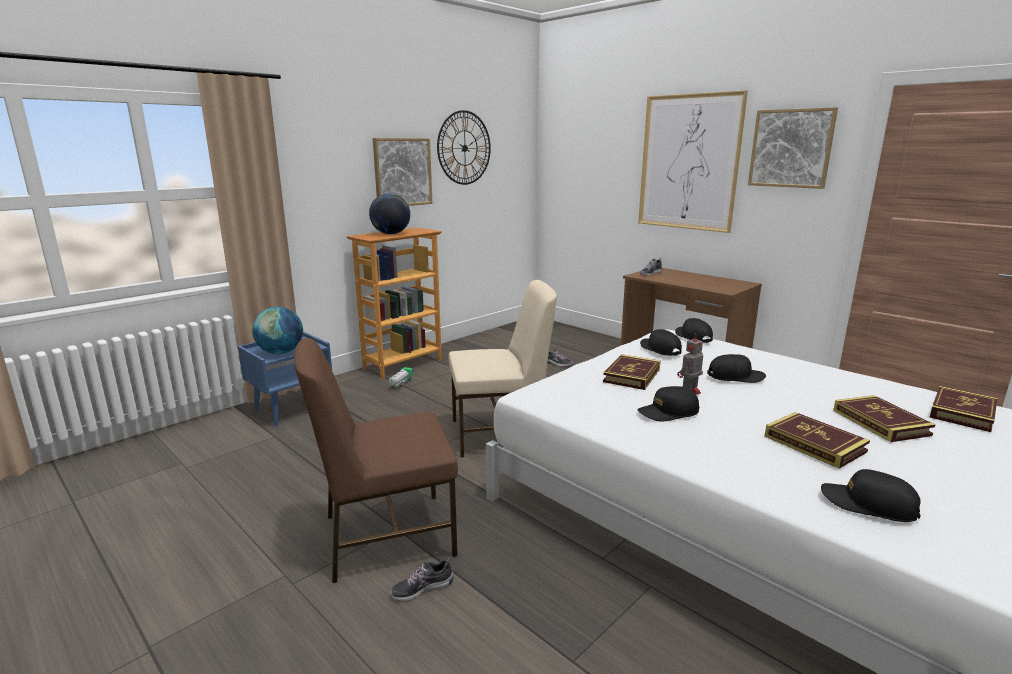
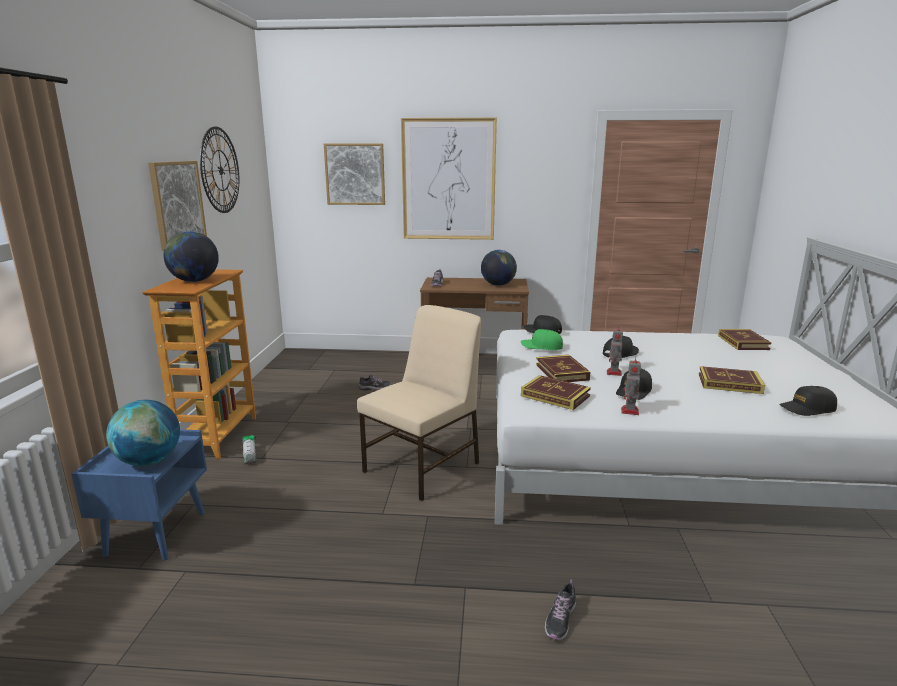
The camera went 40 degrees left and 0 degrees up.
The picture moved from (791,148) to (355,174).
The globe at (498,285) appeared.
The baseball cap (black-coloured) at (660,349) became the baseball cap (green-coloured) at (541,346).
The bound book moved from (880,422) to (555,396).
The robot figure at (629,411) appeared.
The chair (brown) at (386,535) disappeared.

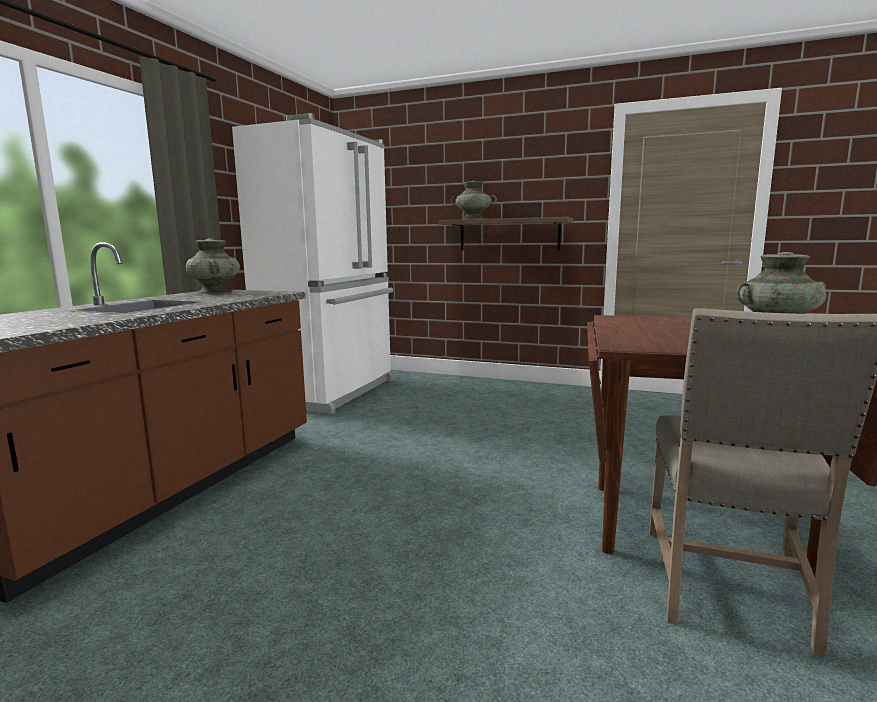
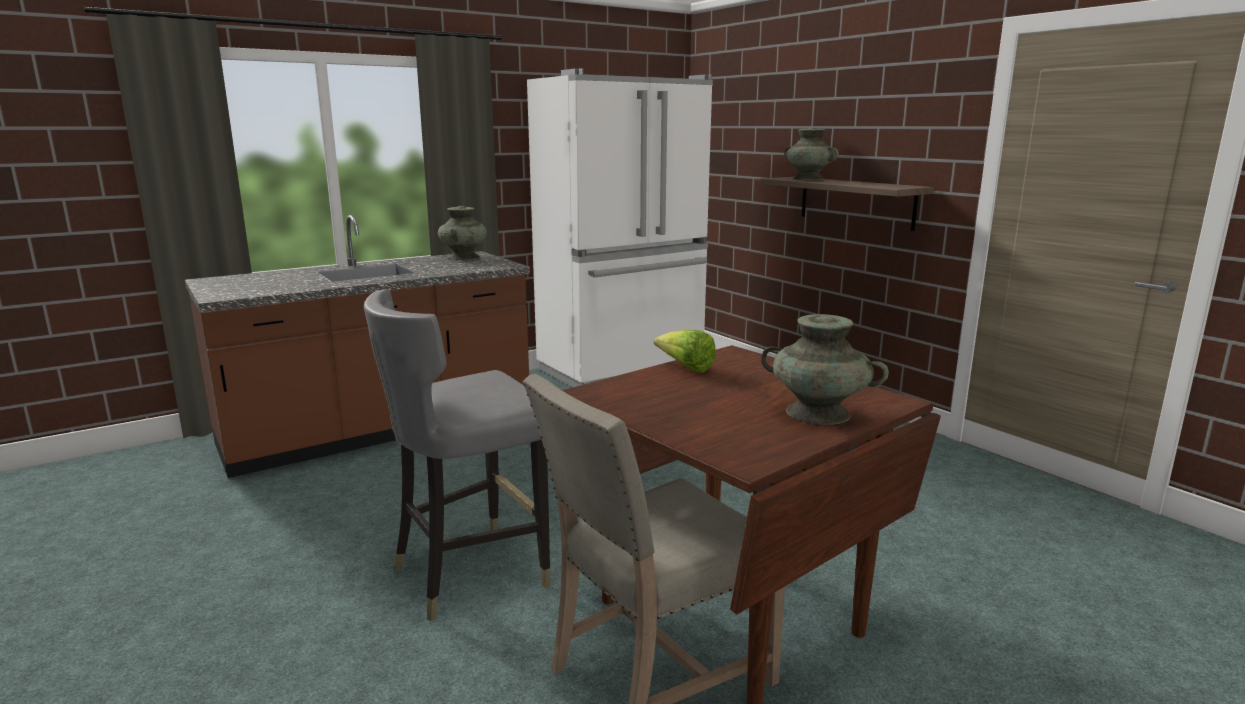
The camera went 35 degrees right and 5 degrees up.
The chair (greyish) at (472,573) appeared.
The lettuce at (686,368) appeared.

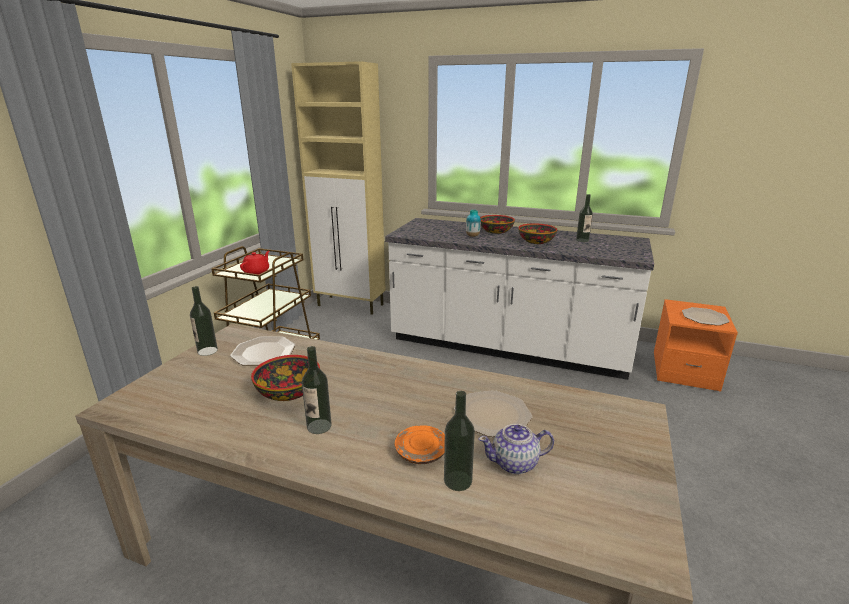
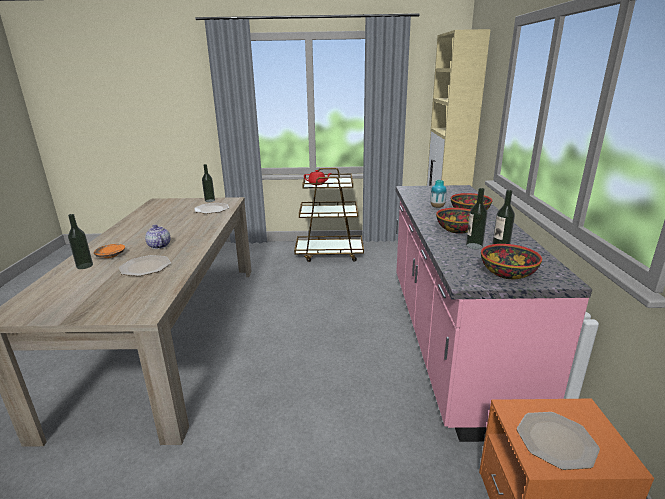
The camera went 70 degrees right and 0 degrees up.
The tea pot moved from (515,463) to (159,246).
The counter (white) at (507,347) became the counter (pink-coloured) at (450,340).
The beverage bottle moved from (319,426) to (474,246).
The serving bowl moved from (288,391) to (507,273).

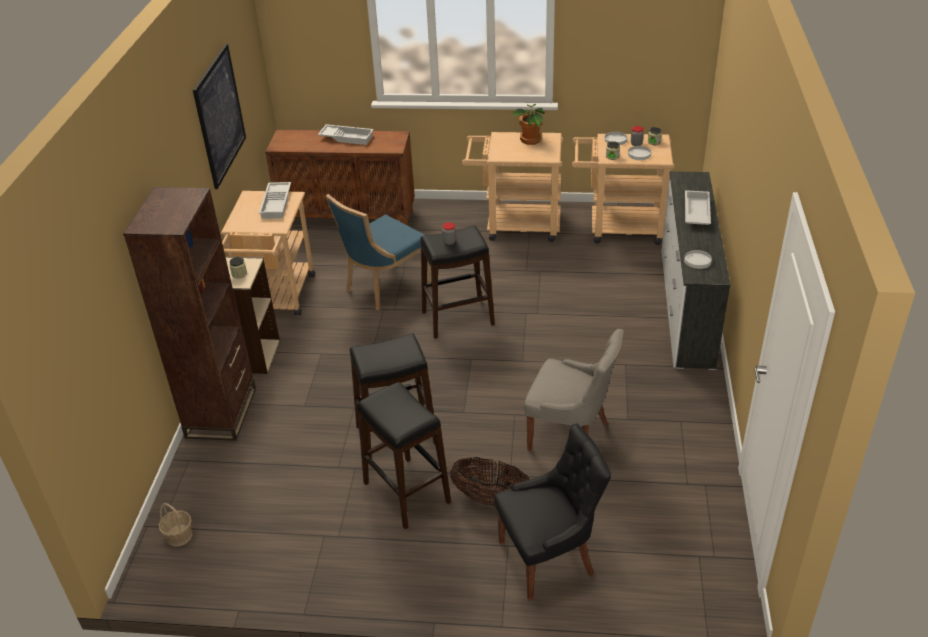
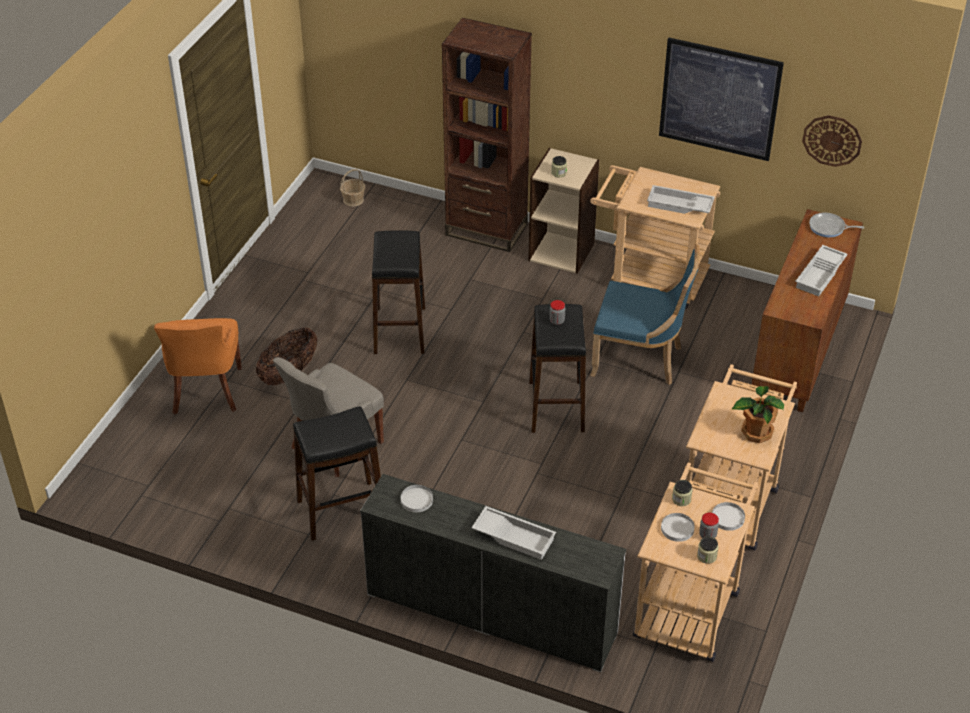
The camera went 105 degrees right and 5 degrees up.
The chair (black-coloured) at (549,558) became the chair (orangey) at (205,392).
The sitting stool (black-coloured) moved from (406,492) to (341,510).
The chair (blue) at (383,287) turned 135 degrees clockwise.
The clock on the wall at (832,140) appeared.
The pan at (829,228) appeared.

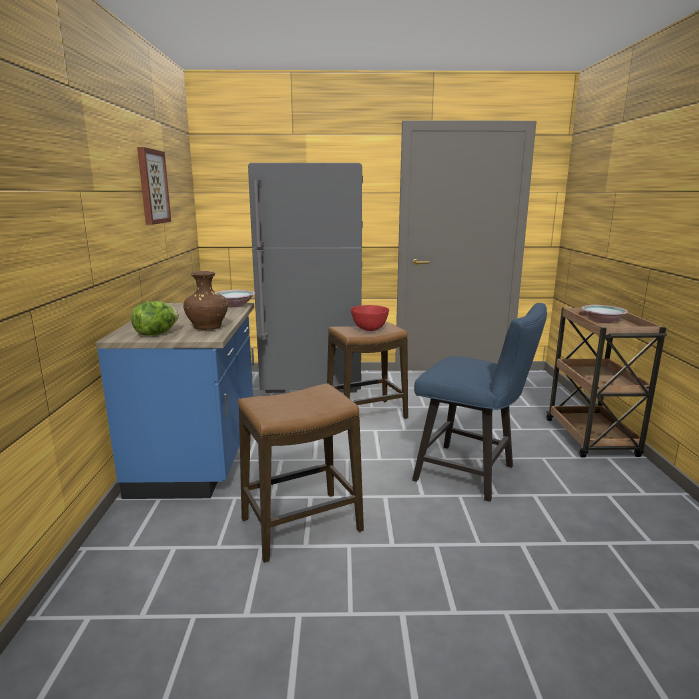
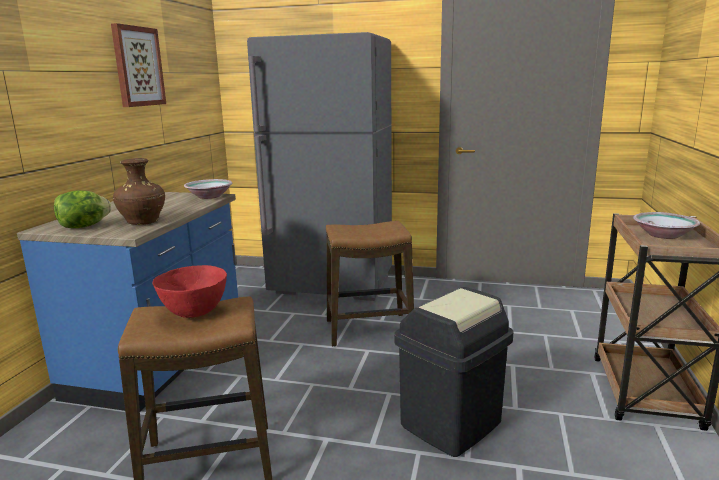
The camera went 15 degrees right and 0 degrees up.
The serving bowl (red-coloured) moved from (370,329) to (195,313).
The chair (blue) at (472,474) was replaced by the waste bin (black-coloured) at (451,424).

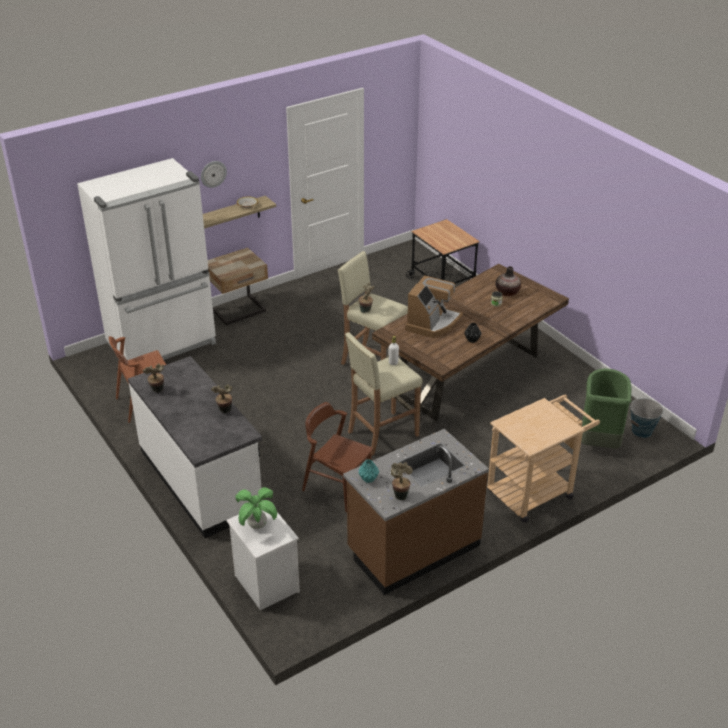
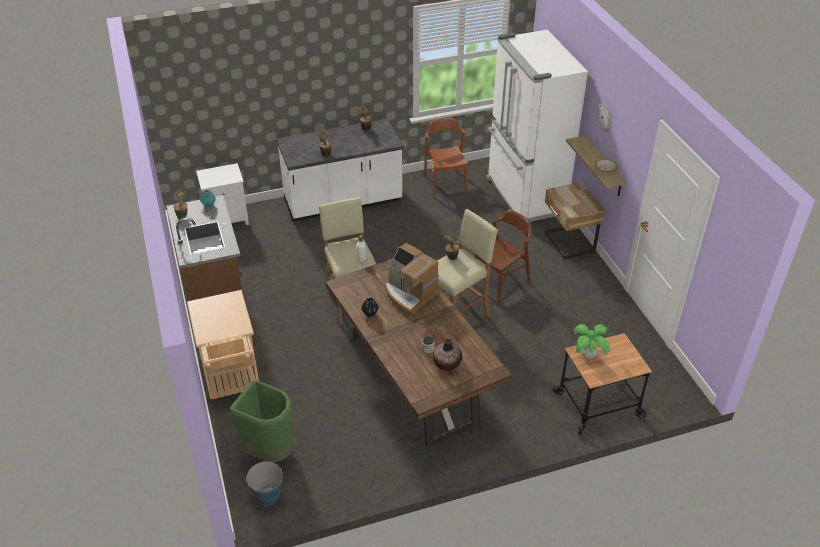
The camera went 105 degrees right and 5 degrees up.
The chair (brown) moved from (337,487) to (500,281).
The plant in a pot moved from (257,525) to (588,355).

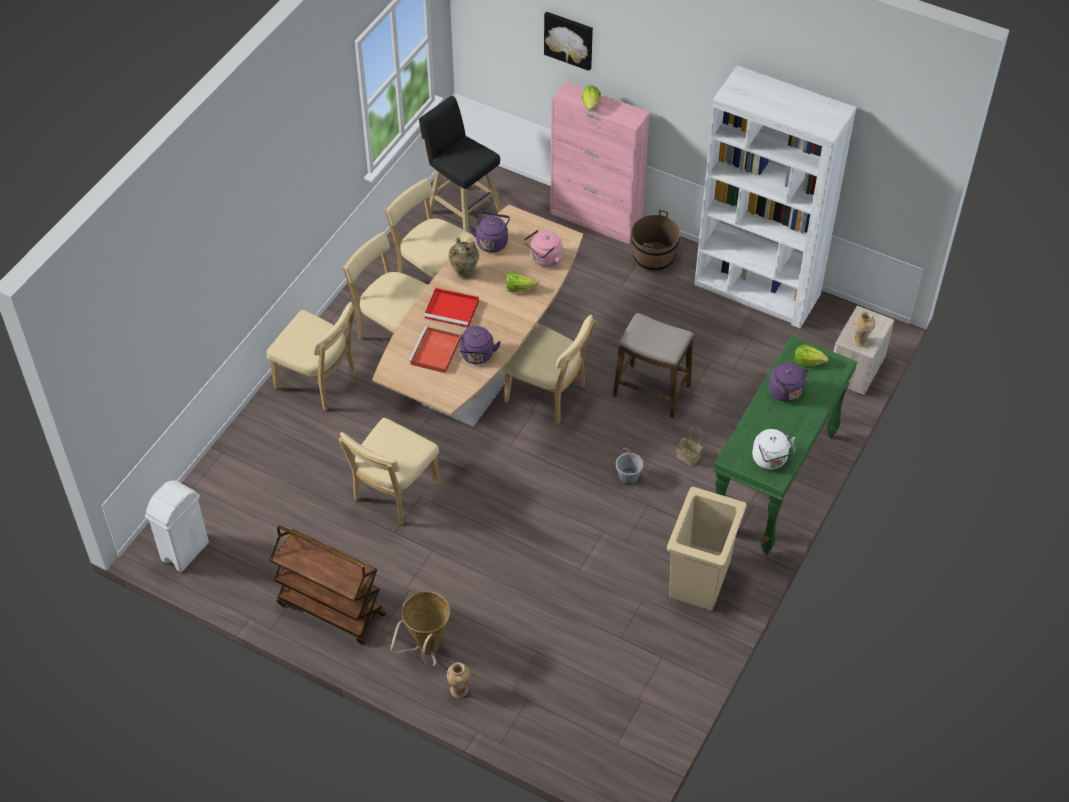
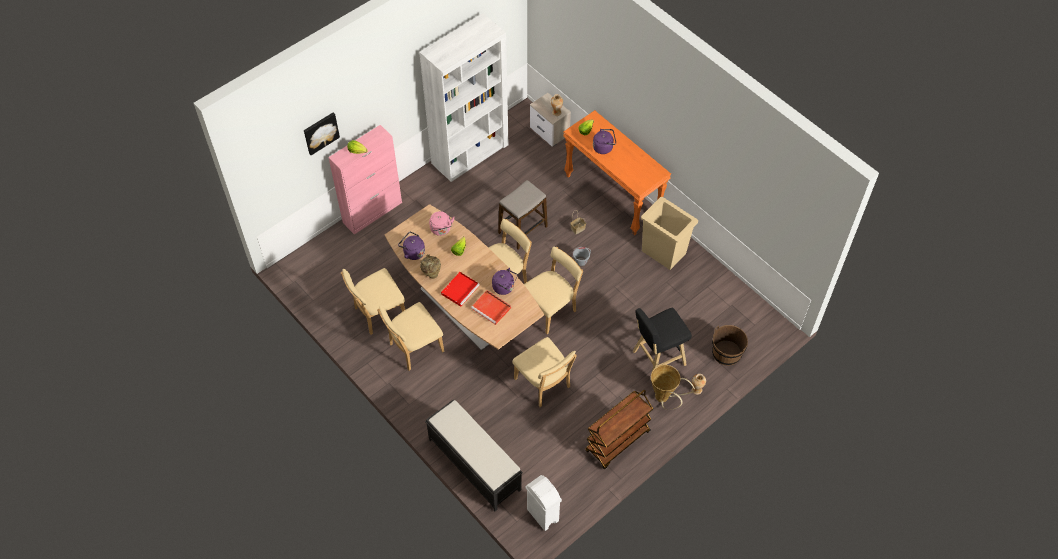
The camera went 70 degrees left and 5 degrees up.
The bench (black-coloured) at (474,464) appeared.
The chair (beige) moved from (319,382) to (551,309).
The narrow table (green-coloured) at (775,484) became the narrow table (orangey) at (613,196).
The sitting stool (black-coloured) moved from (462,210) to (656,359).
The pail (brown) moved from (653,258) to (726,353).
The water kettle (white) at (771,460) disappeared.

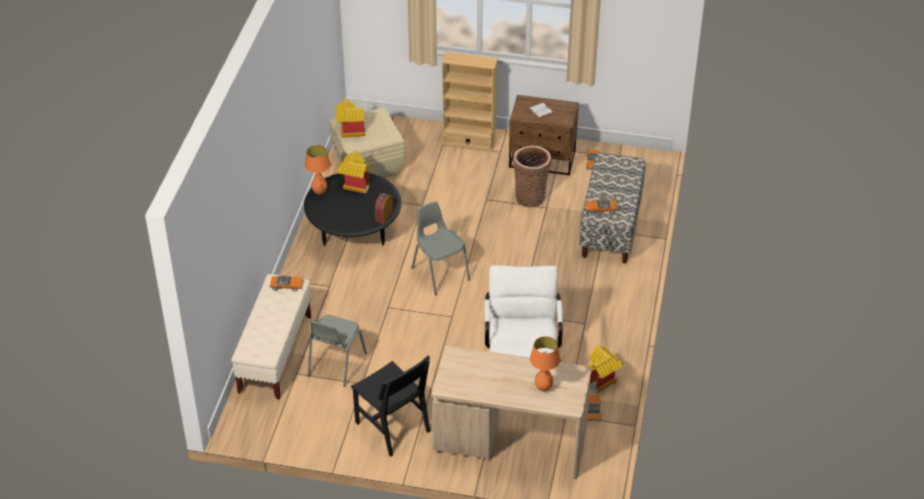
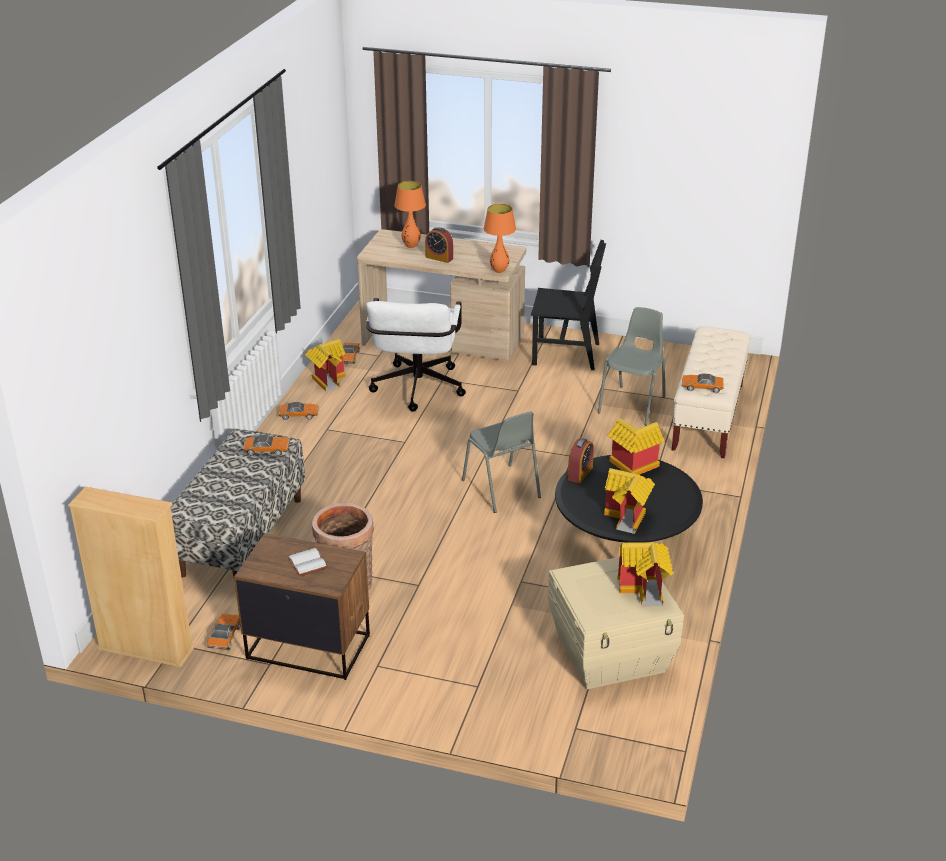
The camera went 175 degrees left and 10 degrees down.
The bookcase (beige) moved from (469,142) to (146,649).
The toy car at (299,415) appeared.
The table clock at (439,258) appeared.
The table lamp (orangey) moved from (320,192) to (499,271).
The chair (black-coloured) at (392,427) turned 135 degrees clockwise.
The toy house at (632,466) appeared.

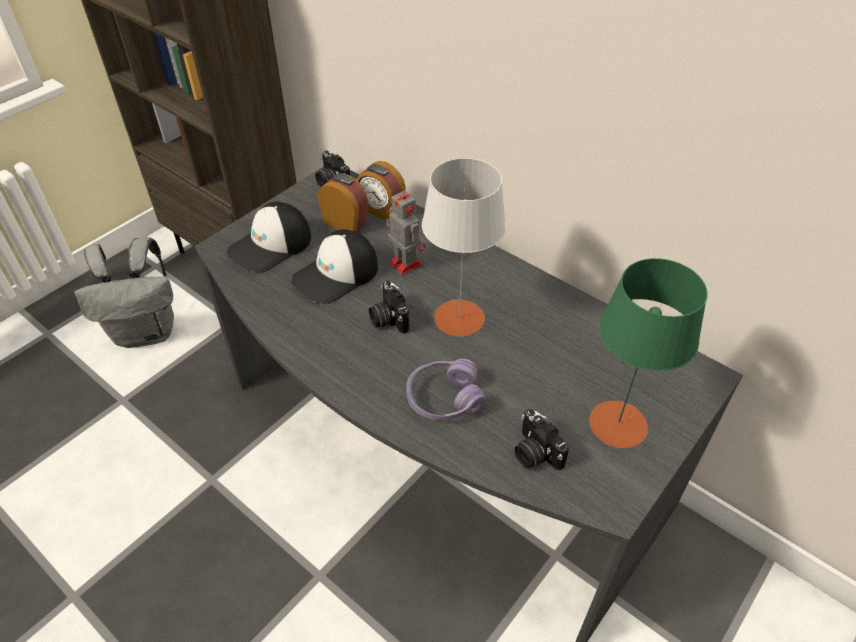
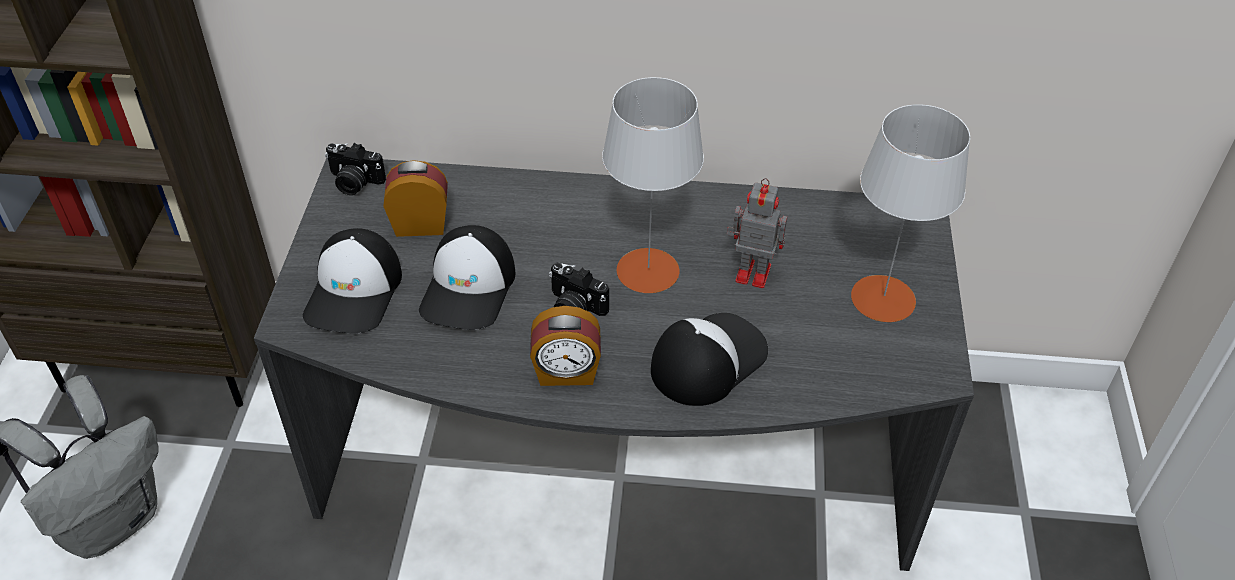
The camera went 35 degrees left and 0 degrees up.
The table clock moved from (381,210) to (566,373).
The pair of headphones (purple) at (444,398) was replaced by the baseball cap at (707,359).
The robot figure moved from (404,263) to (751,272).
The table lamp (green-coloured) at (618,424) became the table lamp (greyish) at (883,299).
The still camera at (534,453) disappeared.

